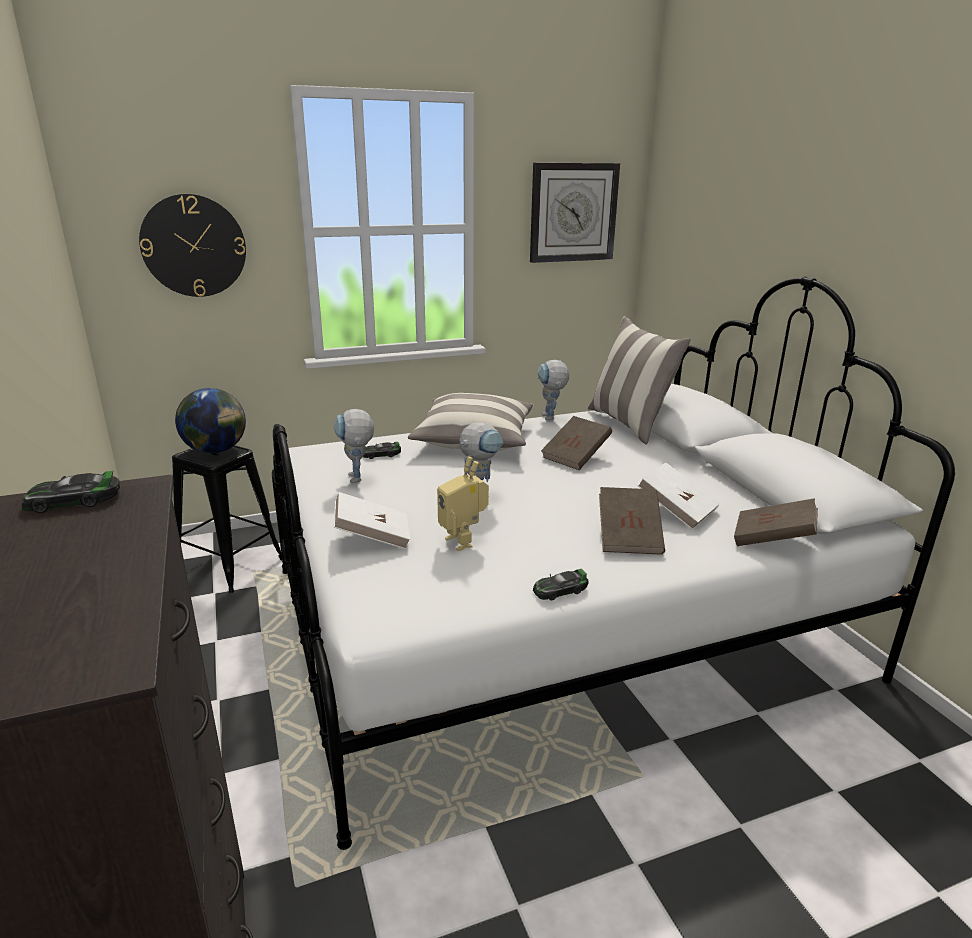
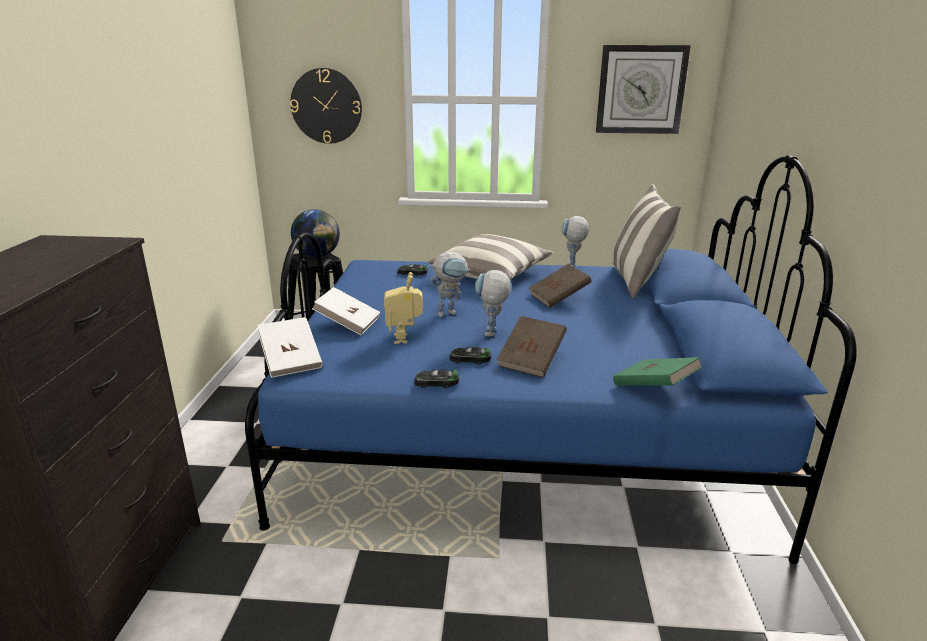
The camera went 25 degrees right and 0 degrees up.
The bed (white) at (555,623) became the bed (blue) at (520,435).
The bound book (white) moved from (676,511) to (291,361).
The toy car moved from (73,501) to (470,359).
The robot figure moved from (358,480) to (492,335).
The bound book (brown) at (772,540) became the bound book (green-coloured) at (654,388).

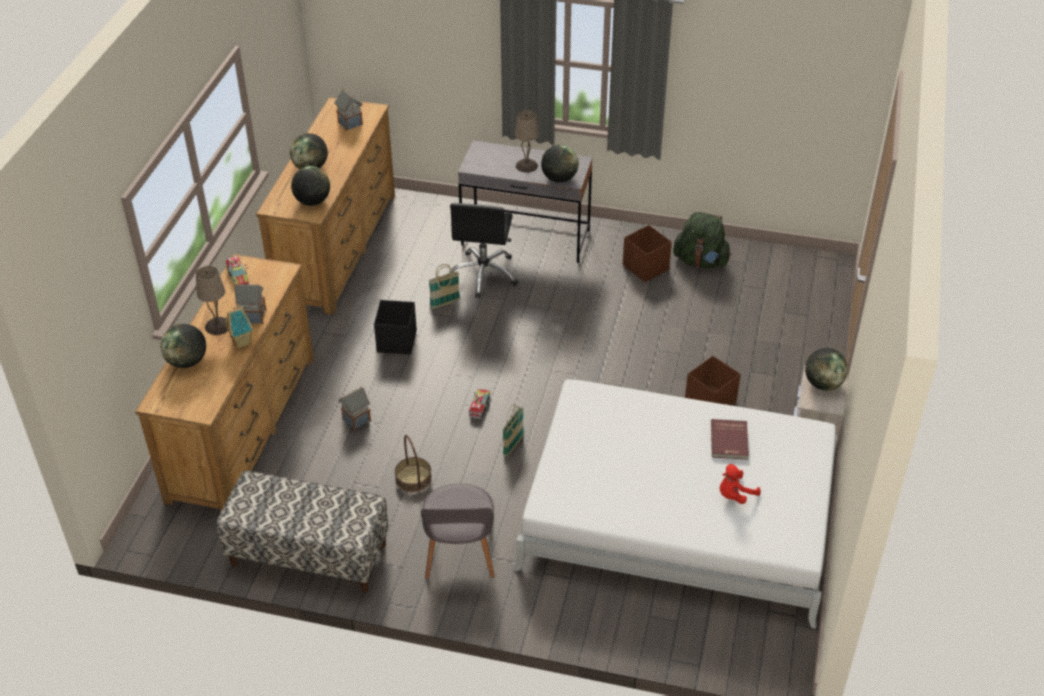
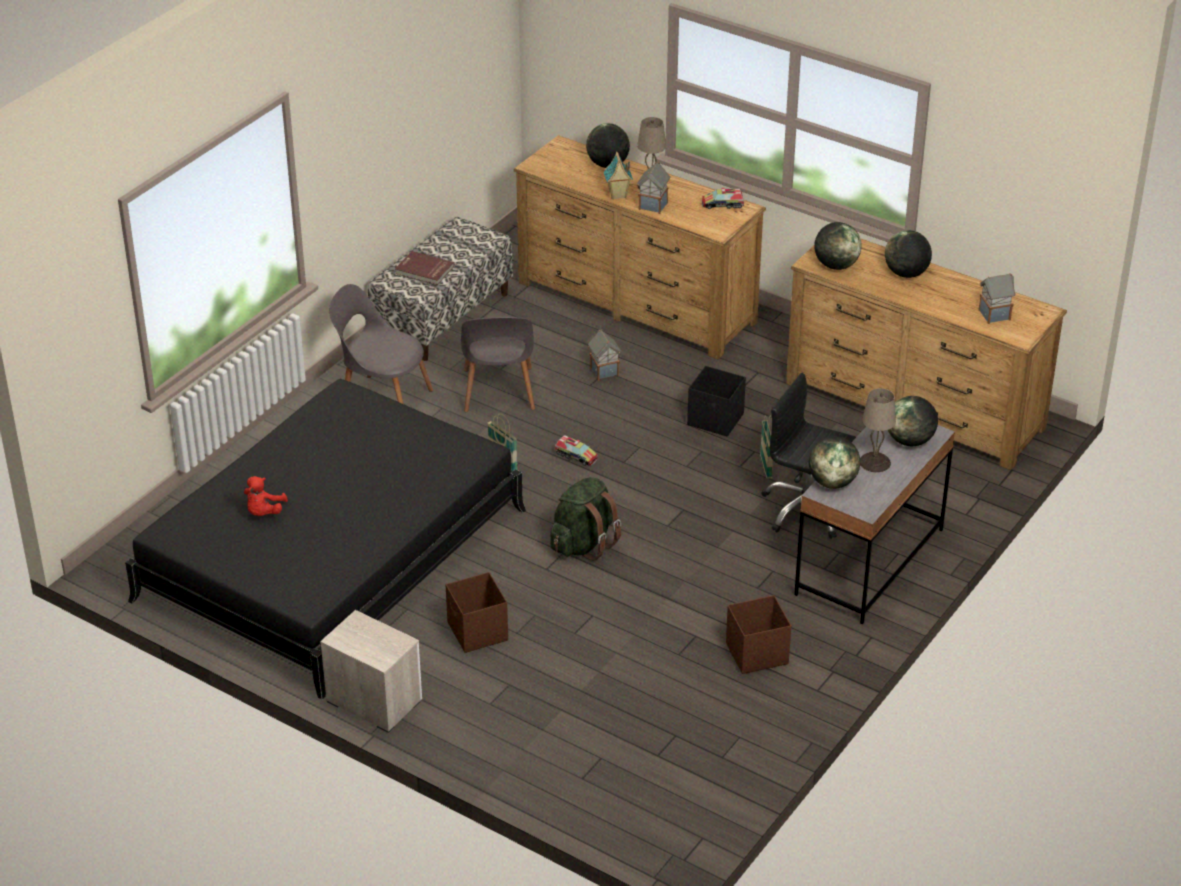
The camera went 110 degrees right and 5 degrees down.
The bed (white) at (679,514) became the bed (black-coloured) at (332,554).
The cuddly toy (red-coloured) at (734,495) turned 150 degrees counterclockwise.
The bound book (red-coloured) moved from (730,441) to (424,270).
The household basket at (413,478) was replaced by the chair (greyish) at (498,392).
The rucksack (green-coloured) moved from (701,261) to (583,544).
The globe moved from (823,384) to (909,441).

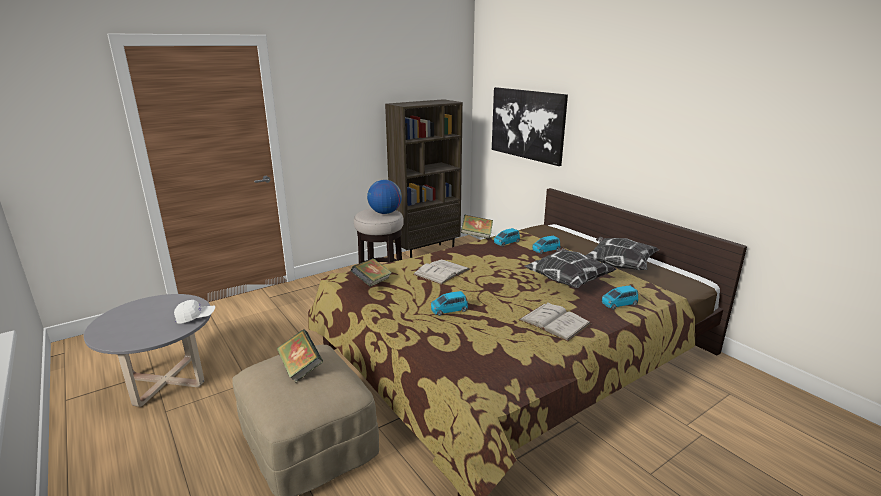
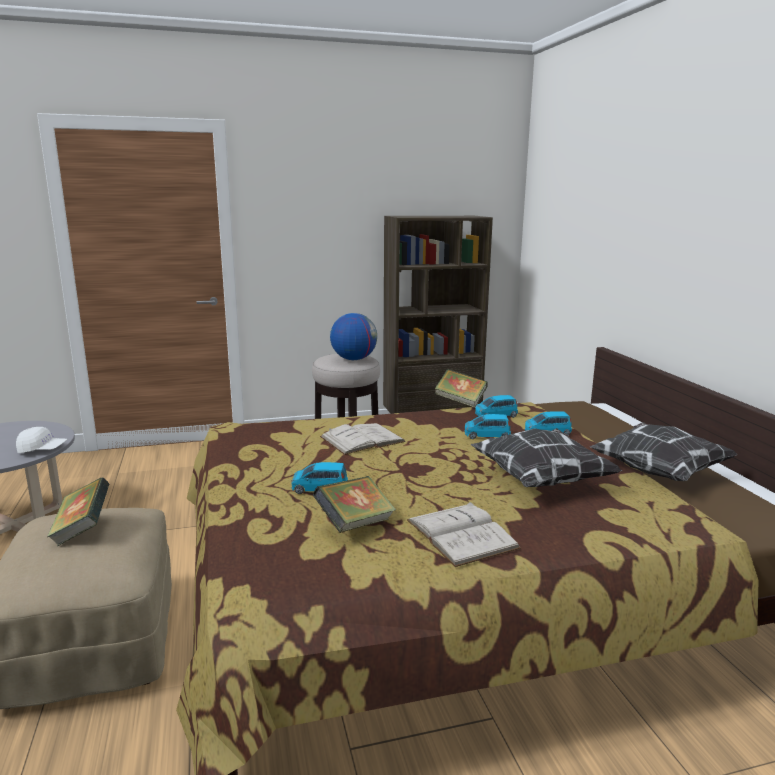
The camera went 20 degrees right and 5 degrees down.
The bound book moved from (372,283) to (355,524).
The toy car (blue) moved from (619,304) to (487,436).
The picture at (527,124) disappeared.

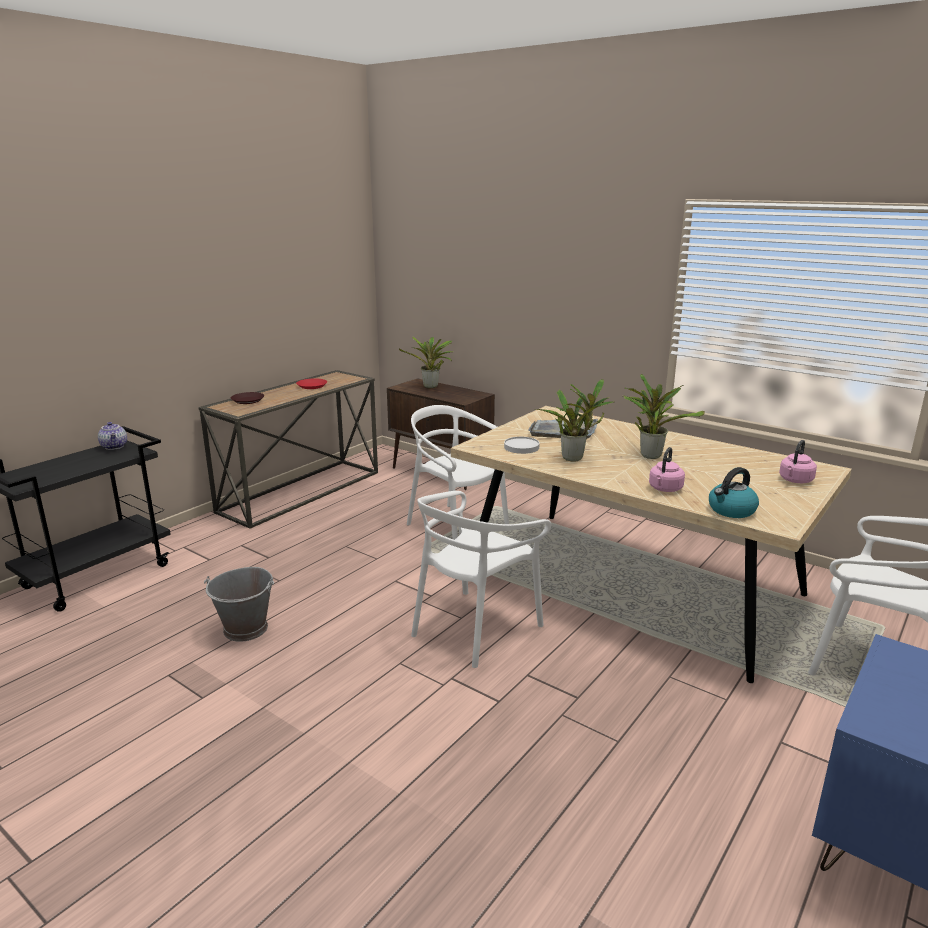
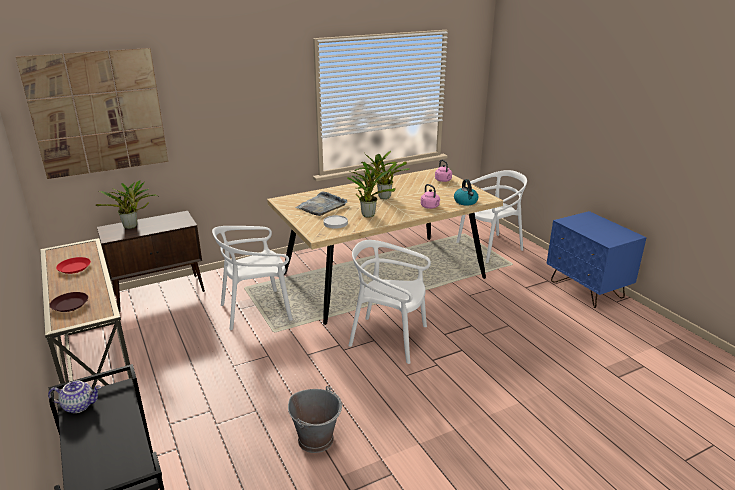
The camera went 65 degrees left and 5 degrees up.
The picture at (98,113) appeared.
The chair (white) at (475,628) turned 135 degrees clockwise.

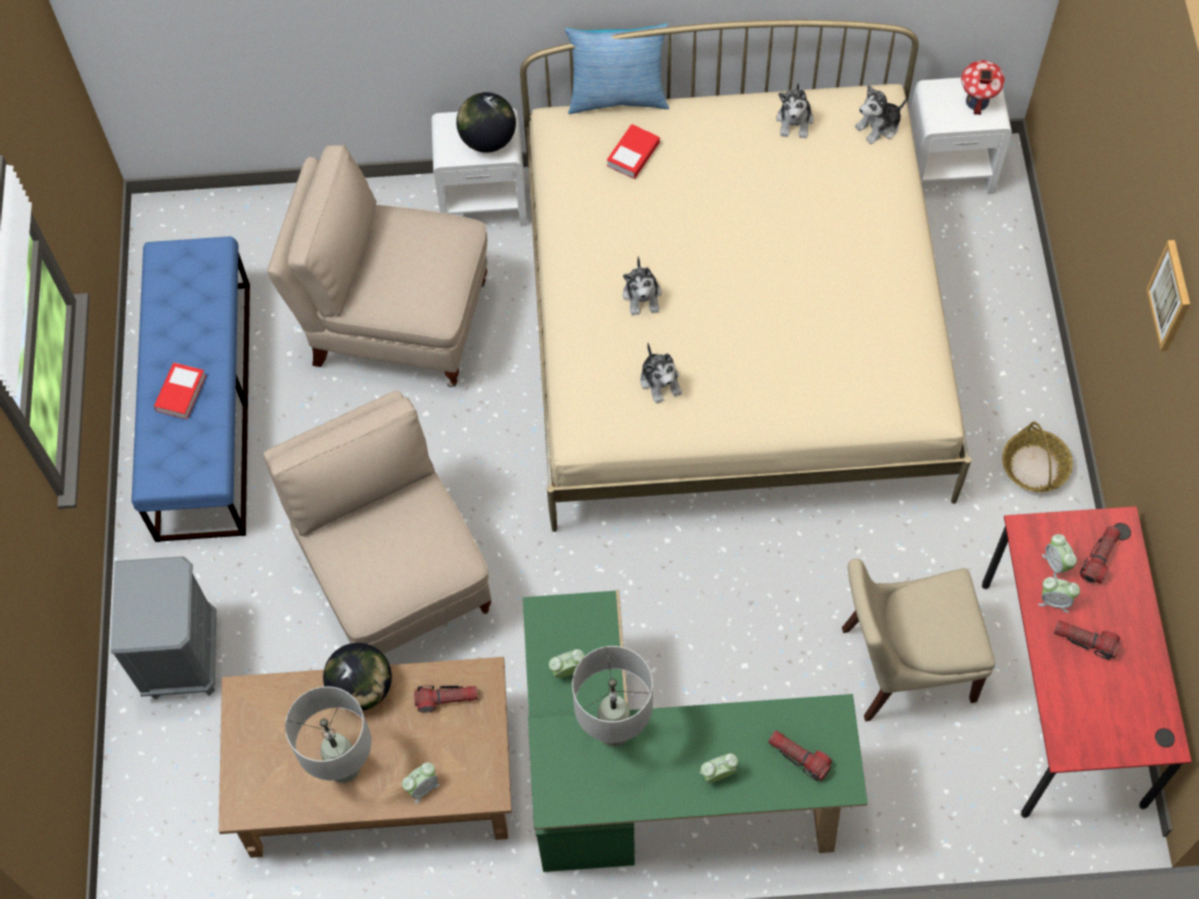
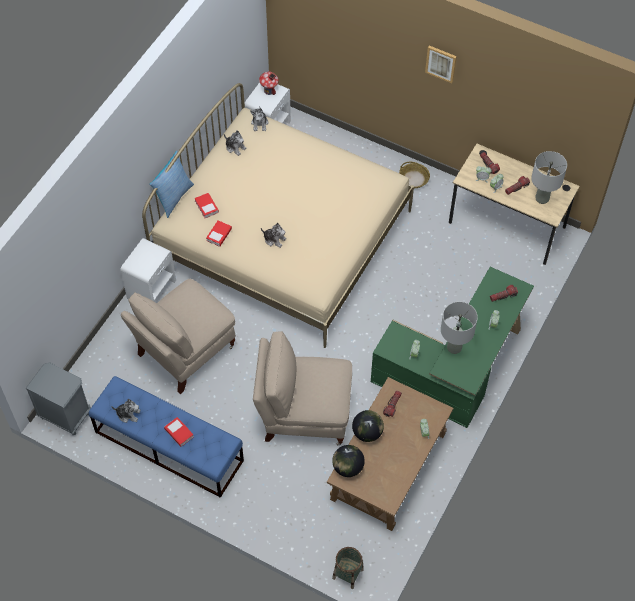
The camera went 60 degrees left and 5 degrees down.
The bedside table (greyish) moved from (182,655) to (65,415).
The cuddly toy moved from (660,381) to (128,414).
The bound book at (219,235) appeared.
The globe moved from (488,140) to (348,467).
The household basket at (347,573) appeared.
The desk table (red-coloured) at (1061,692) became the desk table (beige) at (507,225).
The table lamp (greyish) moved from (344,768) to (542,199).
The chair (beige) at (902,665) disappeared.

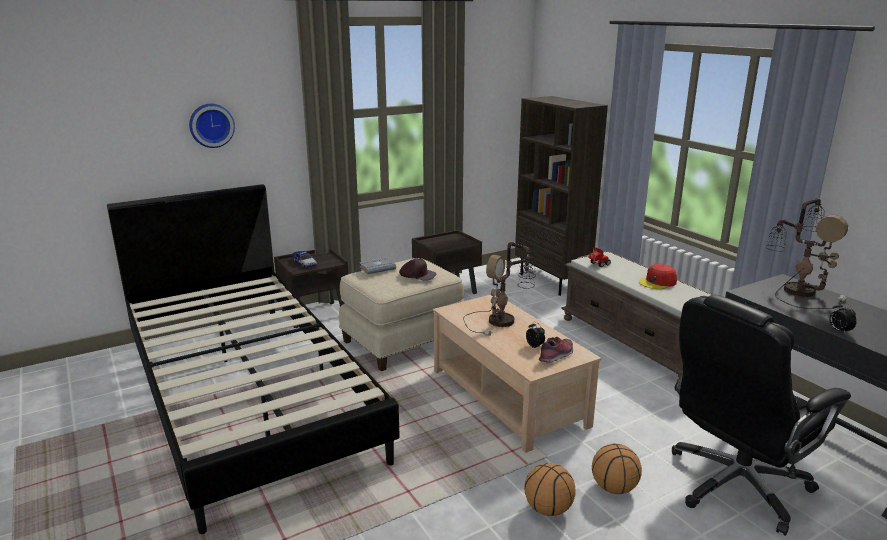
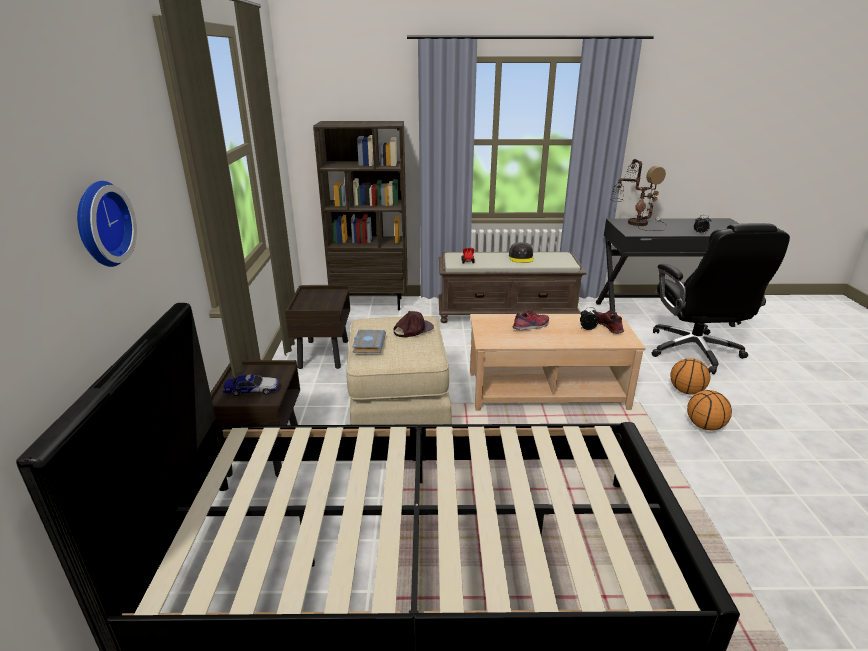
The camera went 60 degrees left and 5 degrees up.
The baseball cap (red-coloured) at (658,282) became the baseball cap (greyish) at (521,257).
The table lamp at (503,321) was replaced by the item of footwear at (531,327).

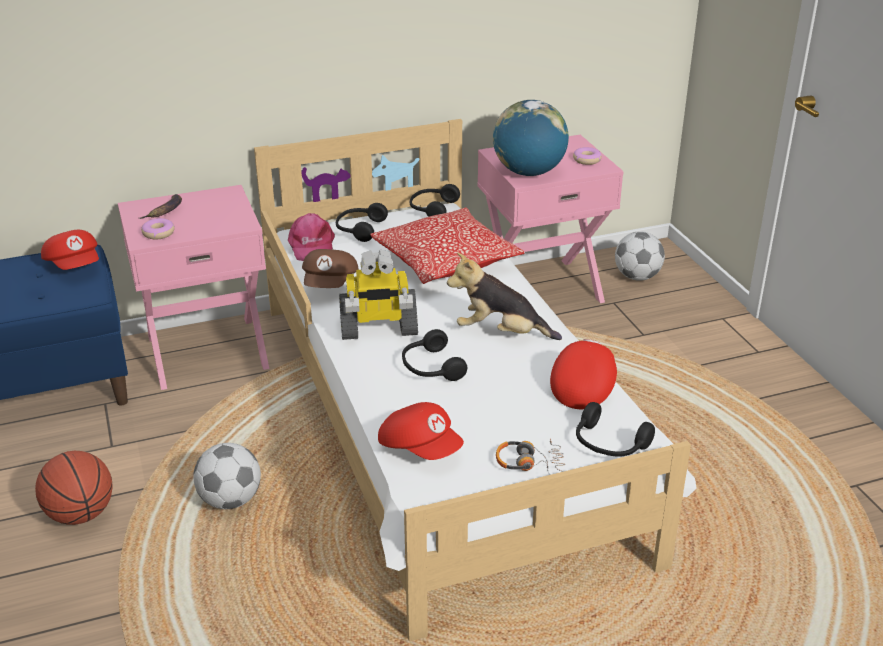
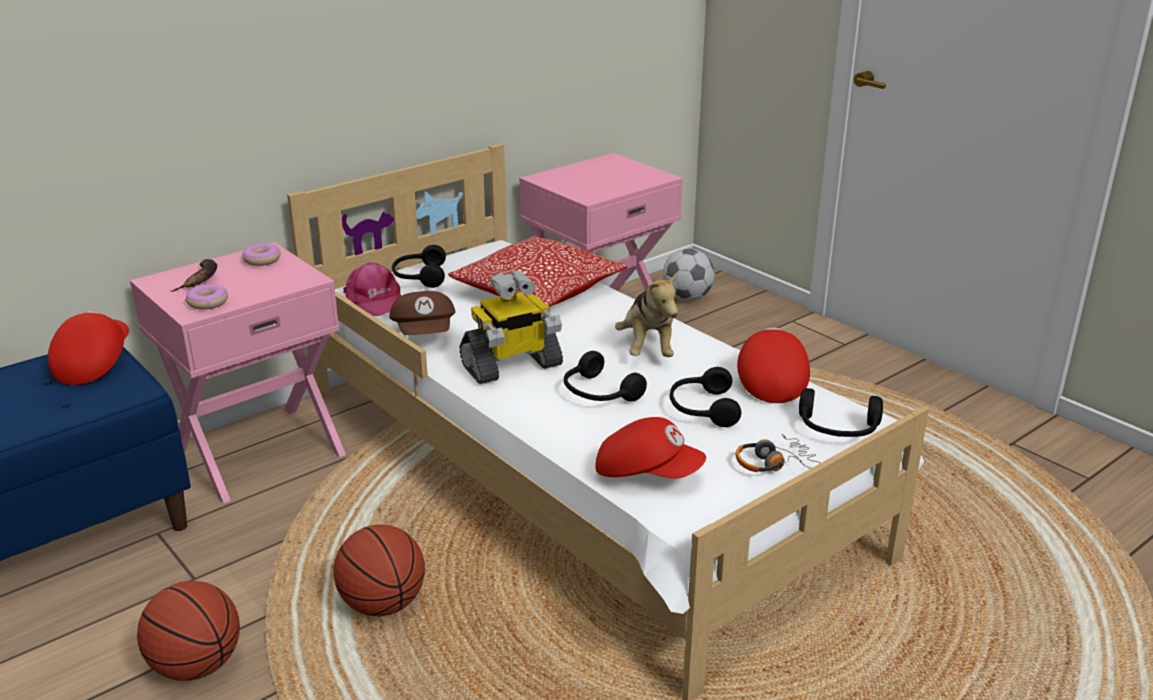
The camera went 20 degrees left and 5 degrees down.
The baseball cap (red-coloured) at (75,266) turned 120 degrees counterclockwise.
The ring doughnut moved from (587,160) to (262,260).
The football ball at (230,500) was replaced by the basketball at (383,605).
The cuddly toy at (501,333) turned 90 degrees counterclockwise.
The pair of headphones (black-coloured) moved from (432,209) to (702,409).
The globe at (528,172) disappeared.

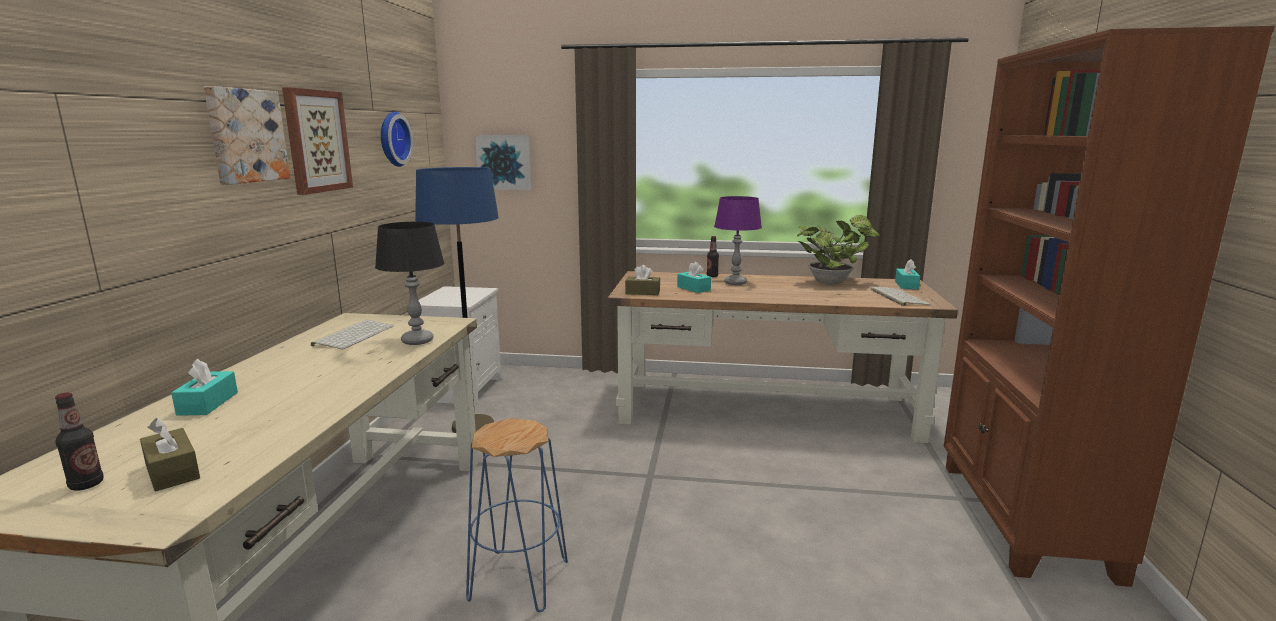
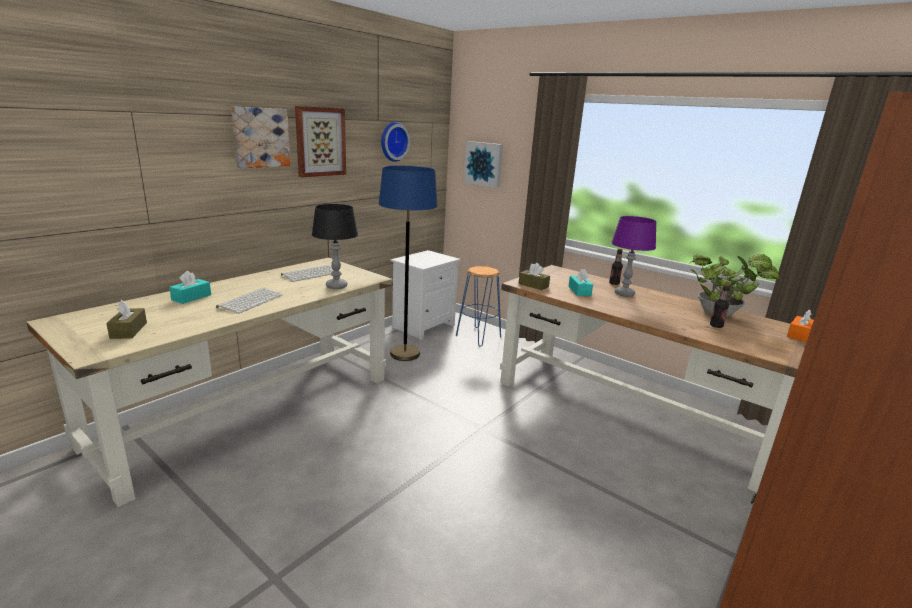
The camera went 30 degrees right and 5 degrees up.
The PC keyboard moved from (897,297) to (250,301).
The sitting stool (blue) moved from (518,581) to (478,336).
The beverage bottle moved from (86,485) to (716,326).
The tissue box (blue-green) at (906,285) became the tissue box (orangey) at (799,335).

